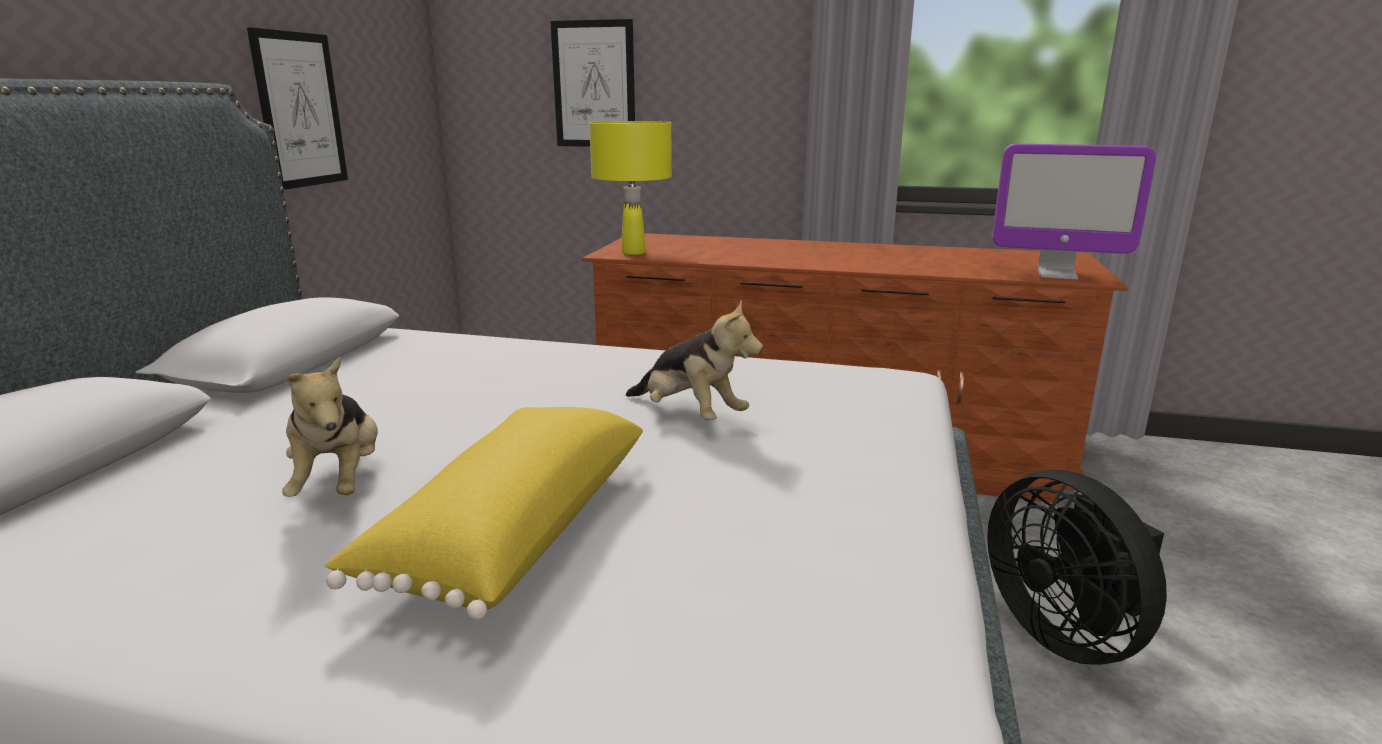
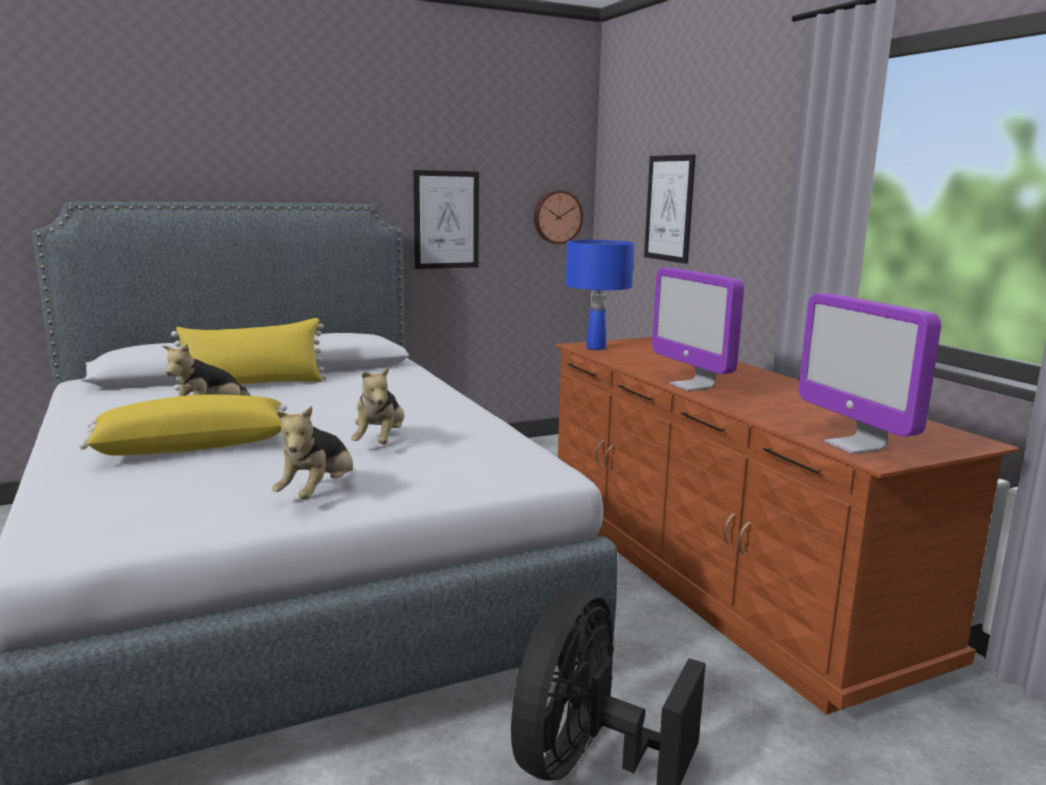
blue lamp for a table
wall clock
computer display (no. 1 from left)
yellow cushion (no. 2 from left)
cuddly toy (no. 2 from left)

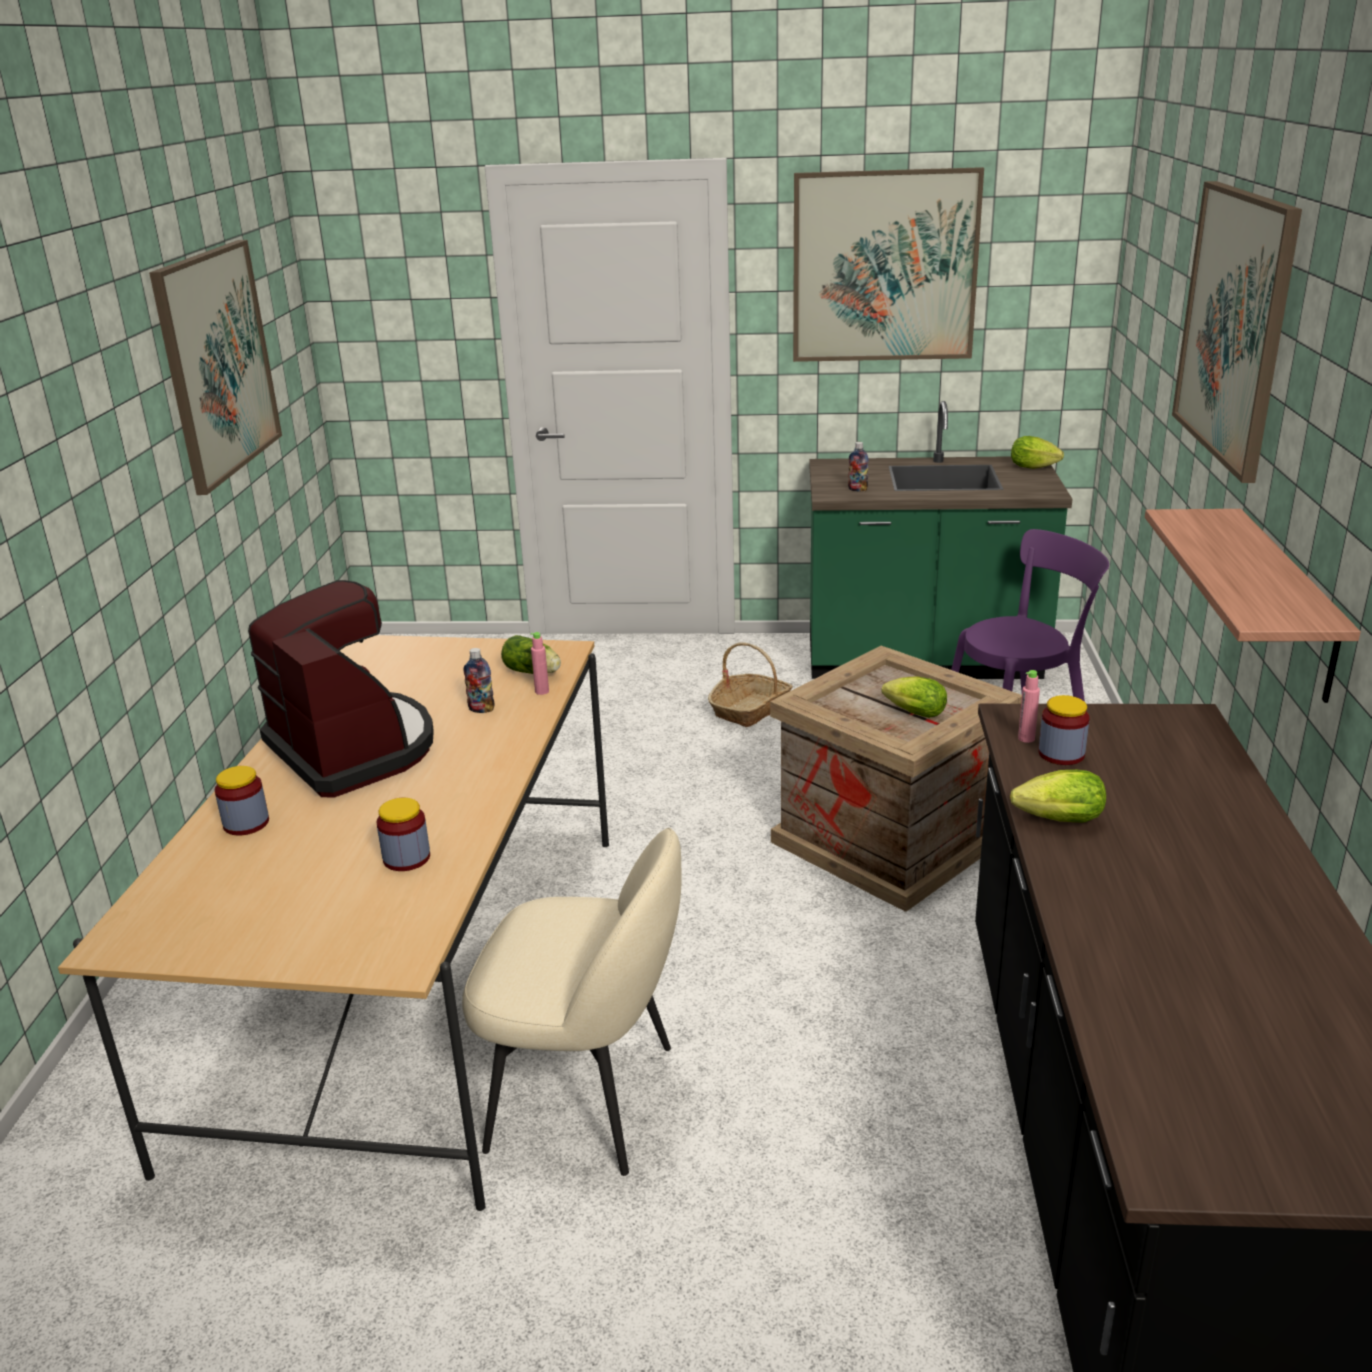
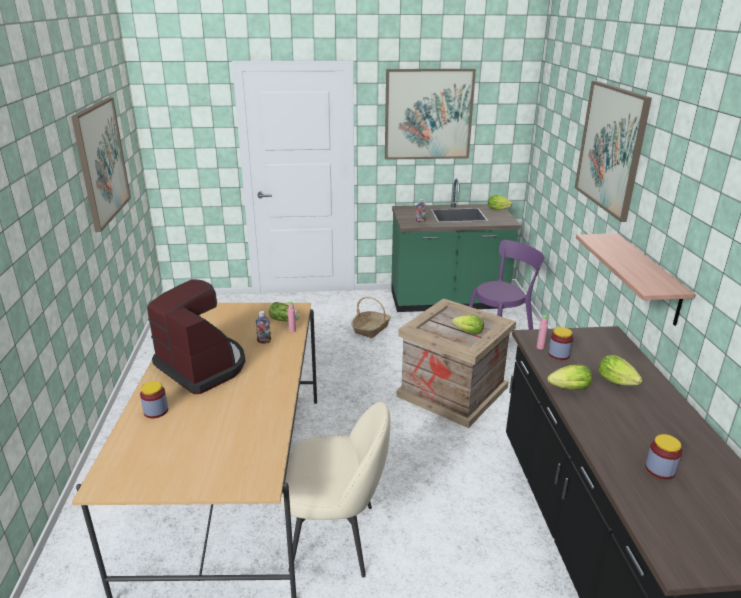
storage jar (no. 3 from left)
lettuce (no. 5 from left)

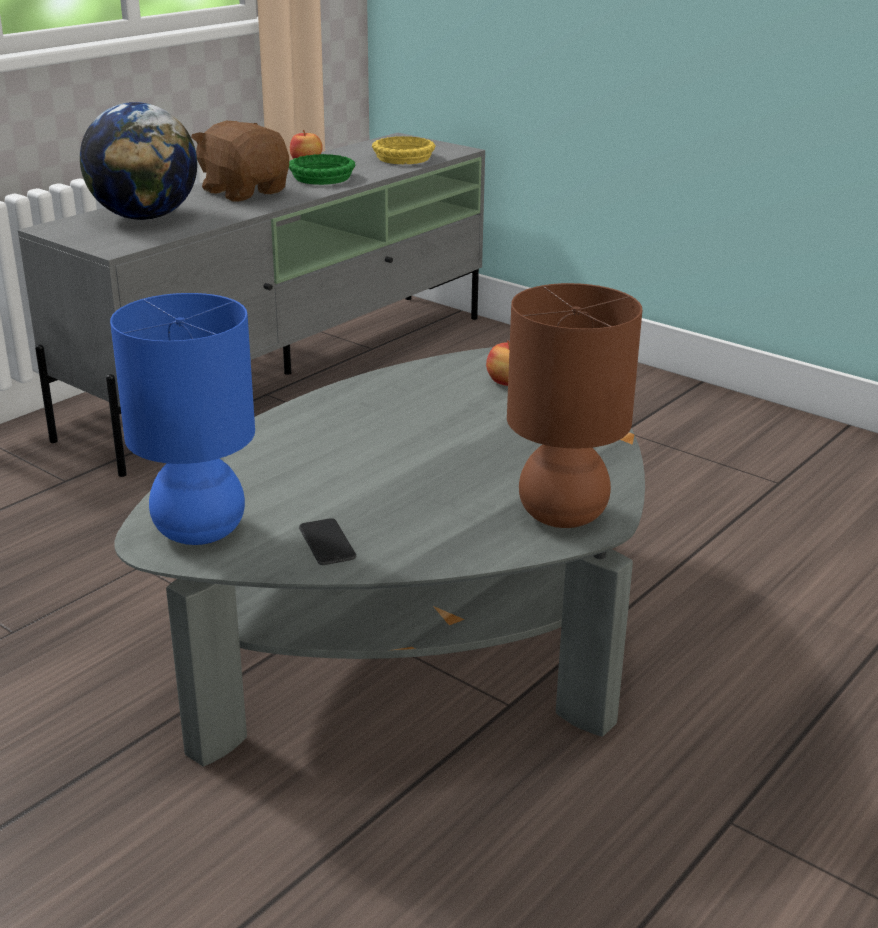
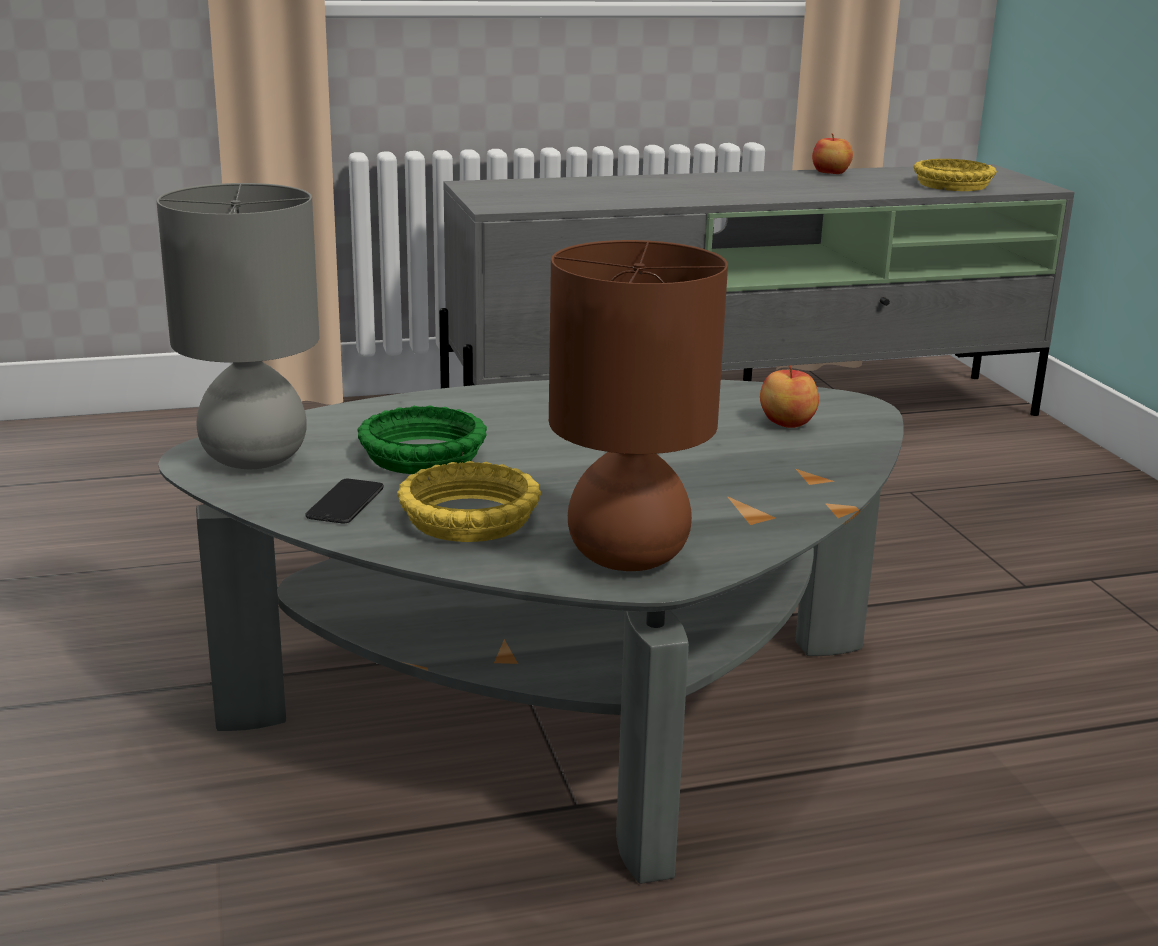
world globe
brown-coloured cuddly toy
green-coloured deep dish
greyish lamp for a table
yellow deep dish (no. 1 from left)

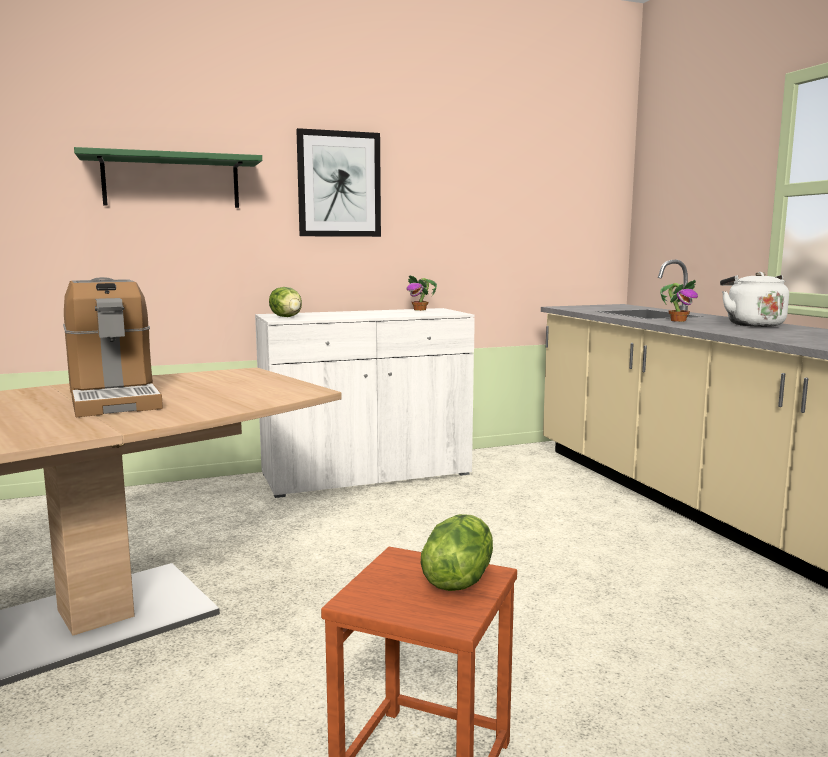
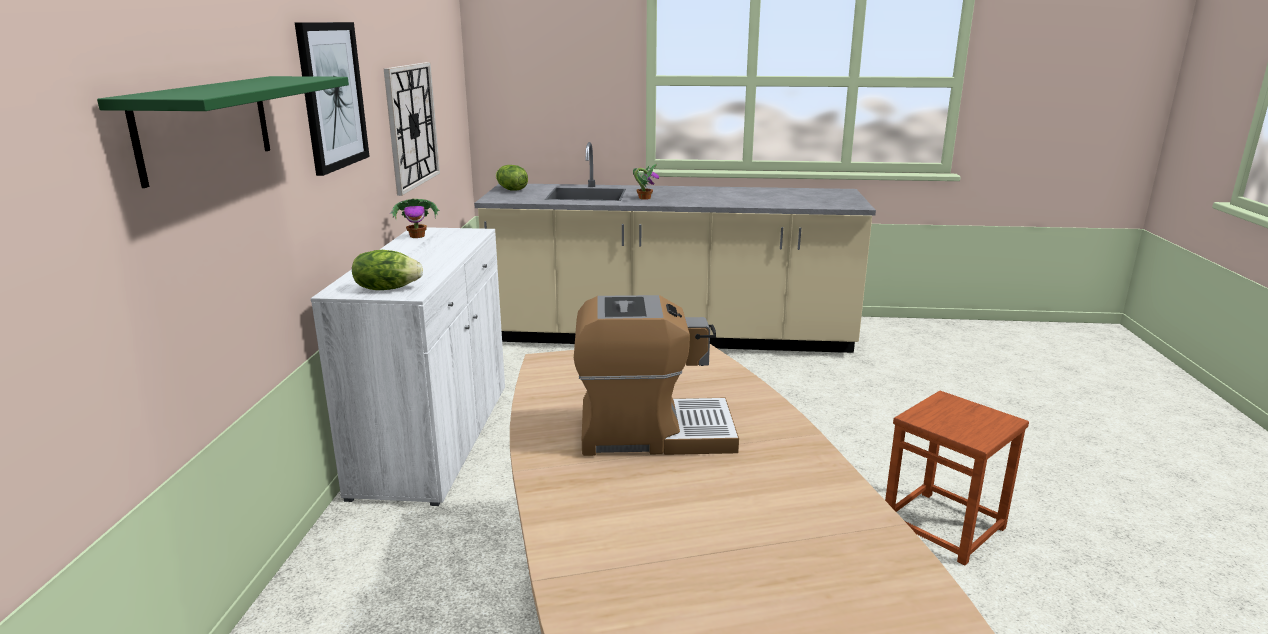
white kettle
lettuce (no. 2 from left)
wall clock

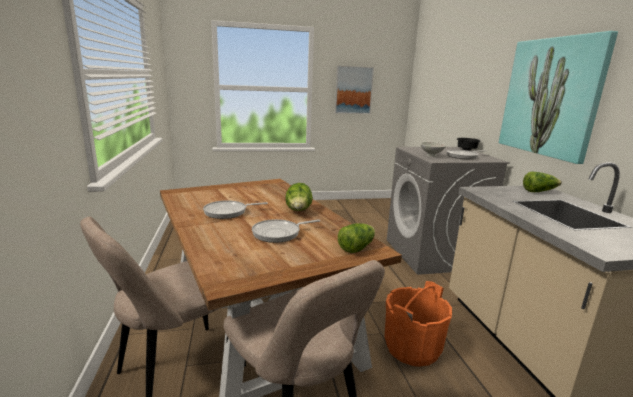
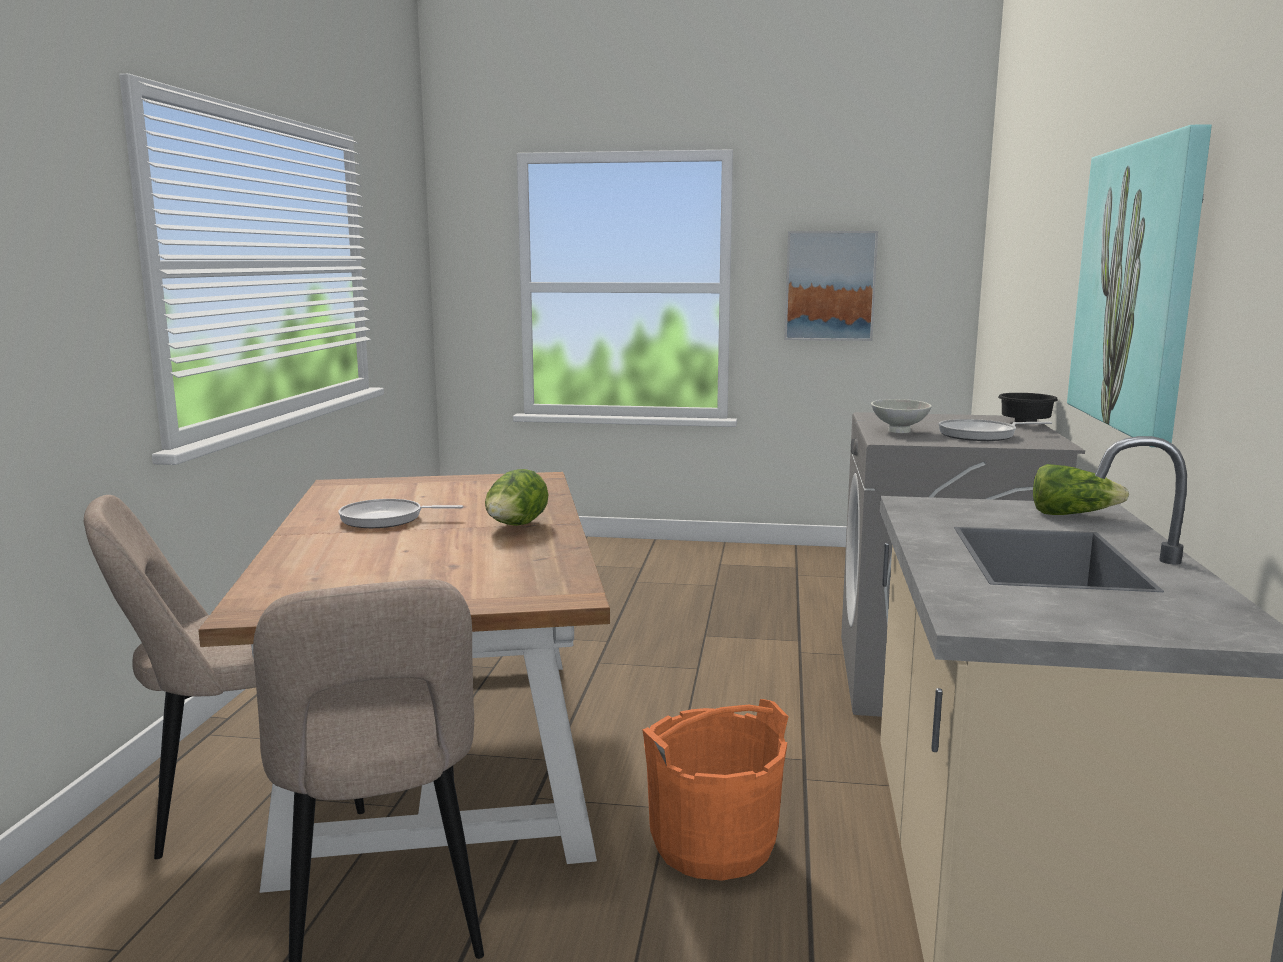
pan (no. 2 from left in the first image)
lettuce (no. 2 from left in the first image)

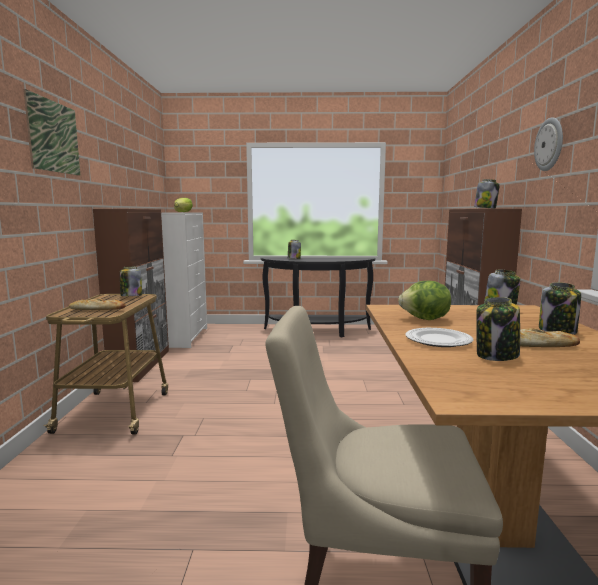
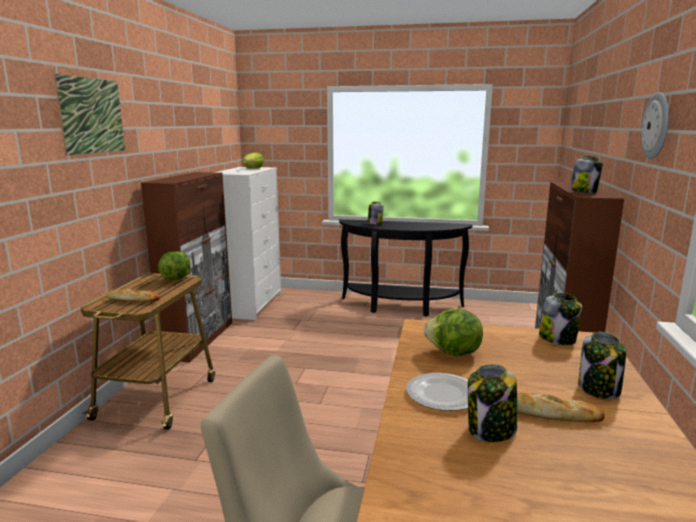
lettuce (no. 1 from left)

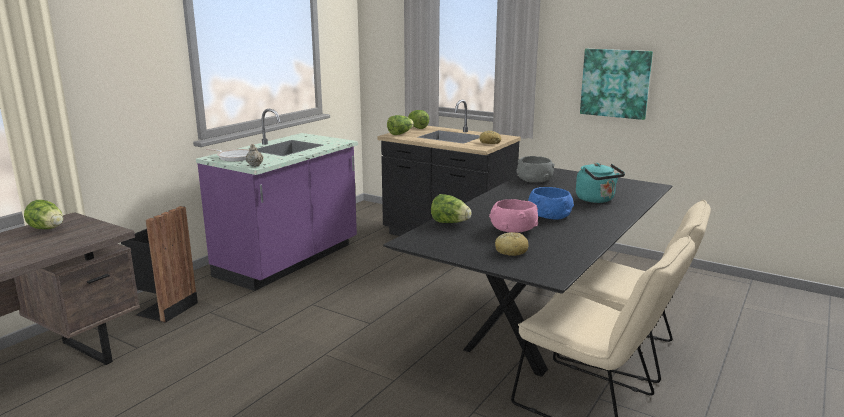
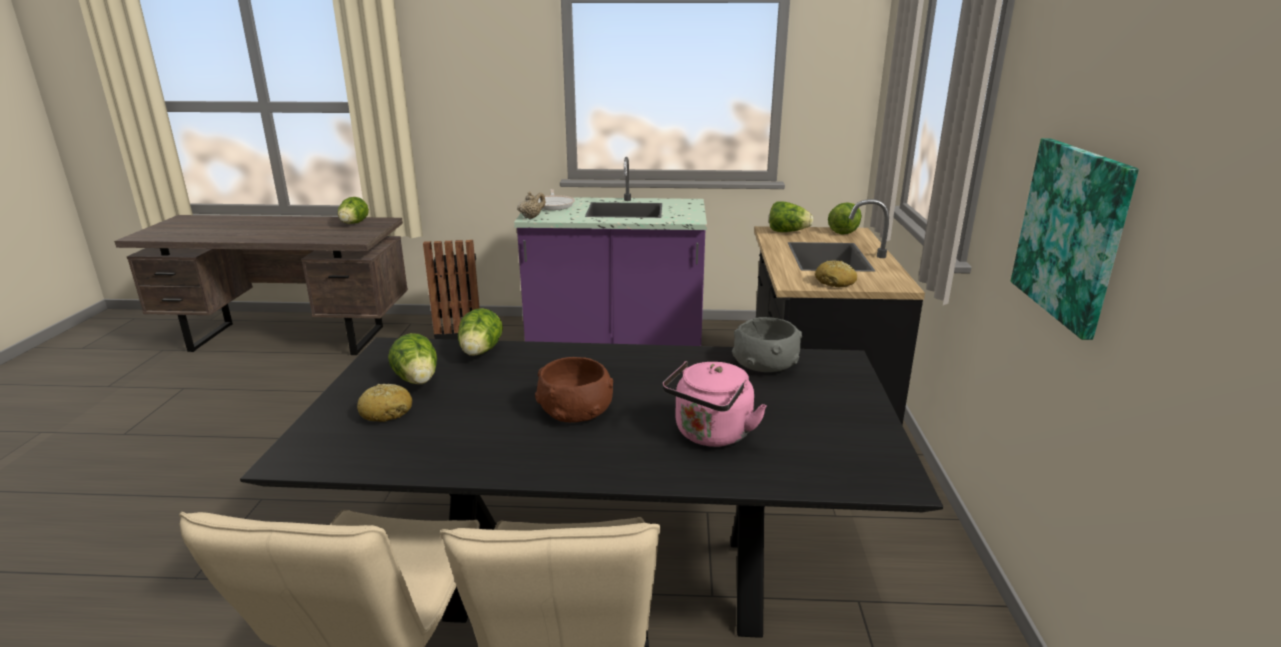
pinkish kettle
brown-coloured deep dish
pinkish deep dish
lettuce (no. 2 from left)

